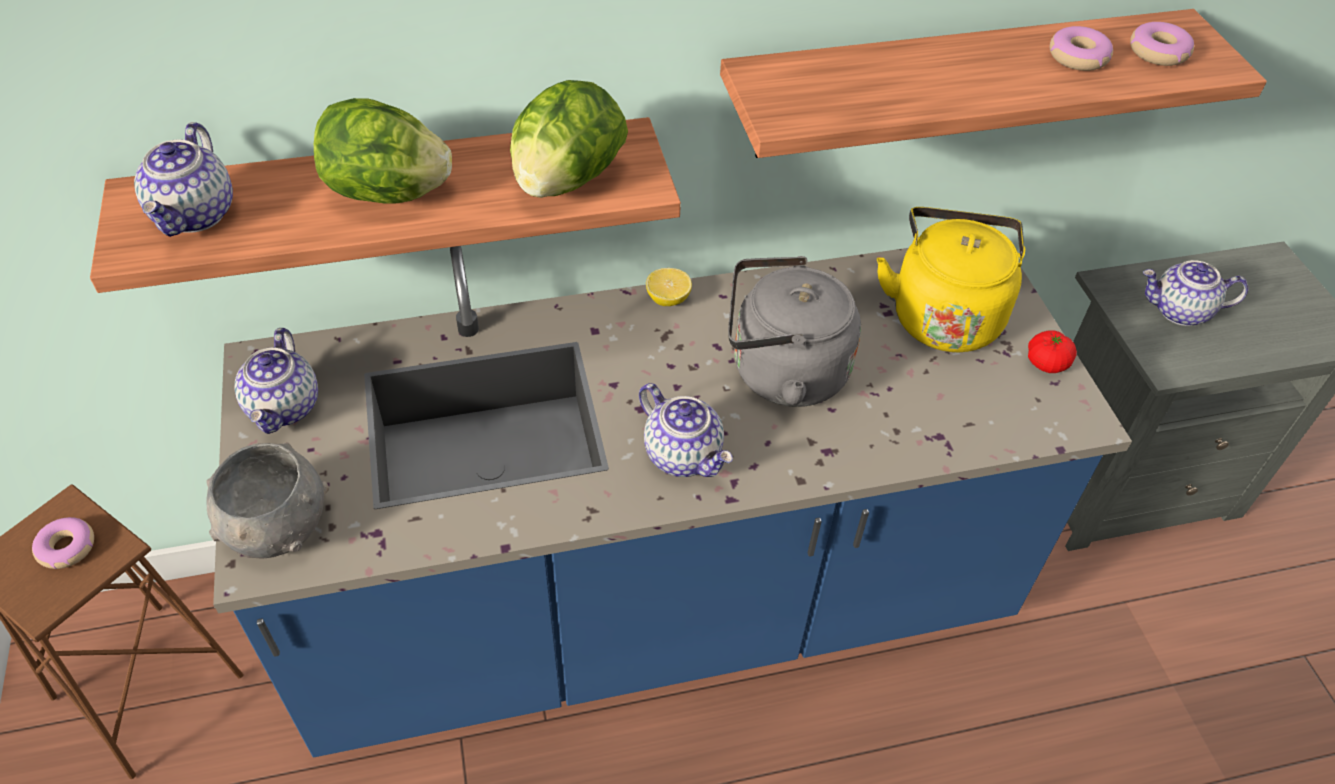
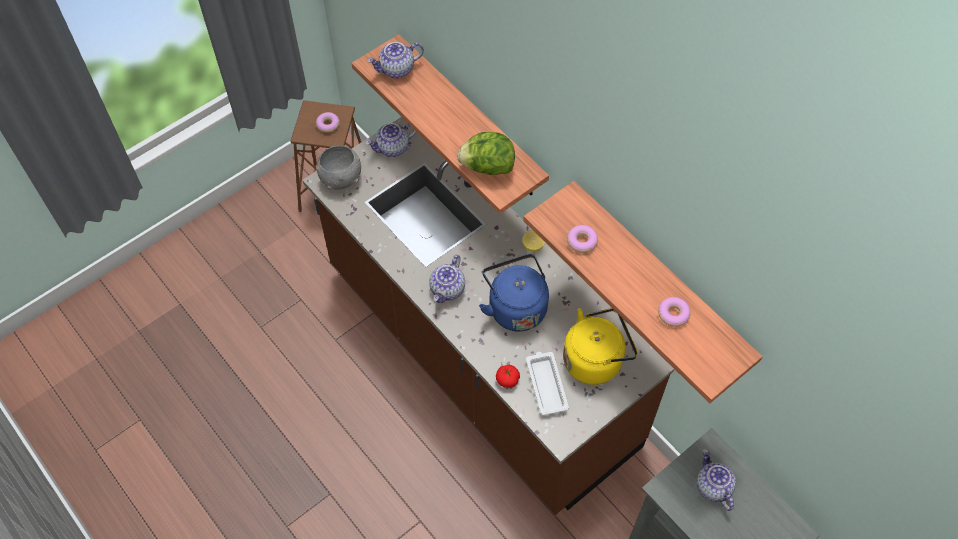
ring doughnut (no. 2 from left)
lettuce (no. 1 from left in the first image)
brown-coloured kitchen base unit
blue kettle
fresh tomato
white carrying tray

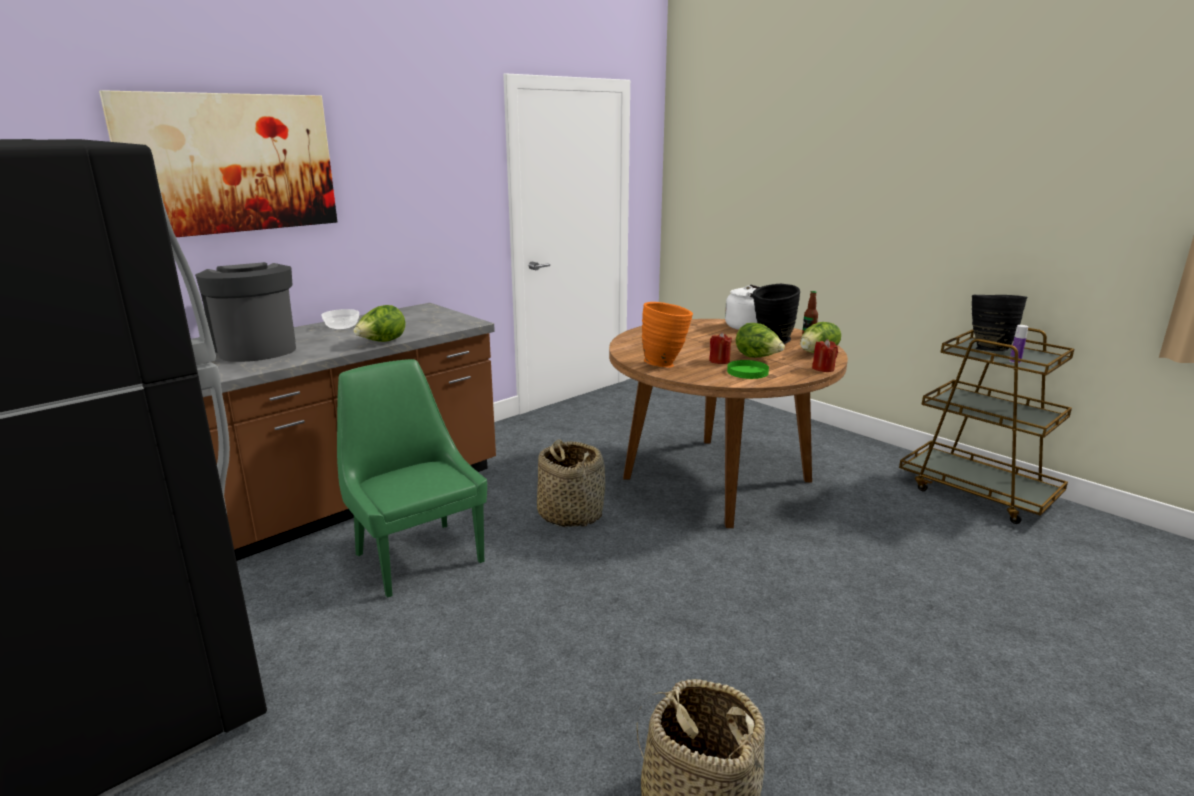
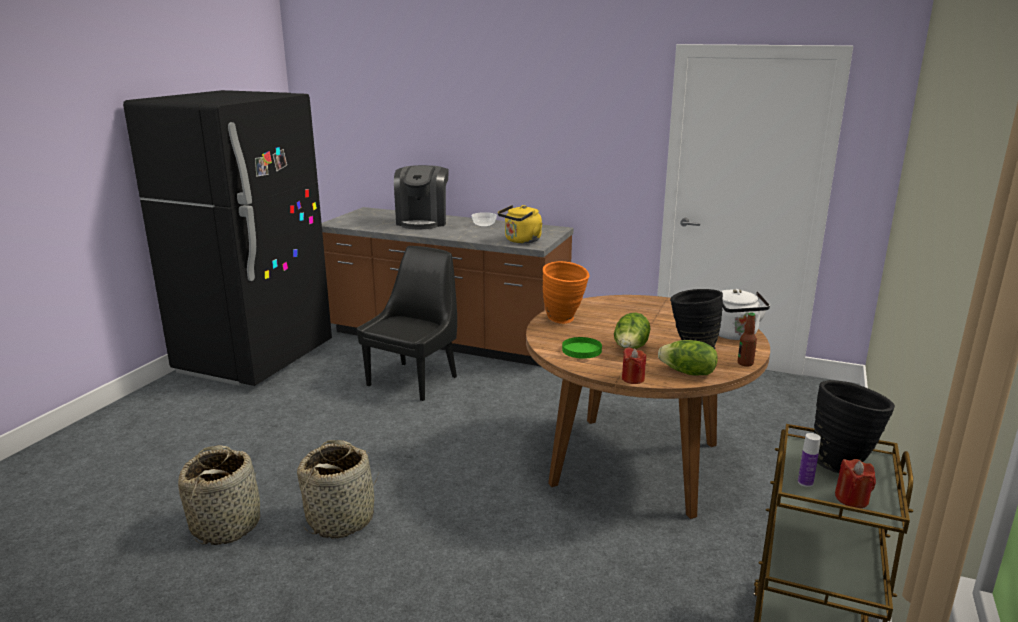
picture
coffee brewer
lettuce (no. 1 from left in the first image)
red wax light (no. 2 from left)
blackish upright chair
storage basket (no. 2 from left)
yellow kettle

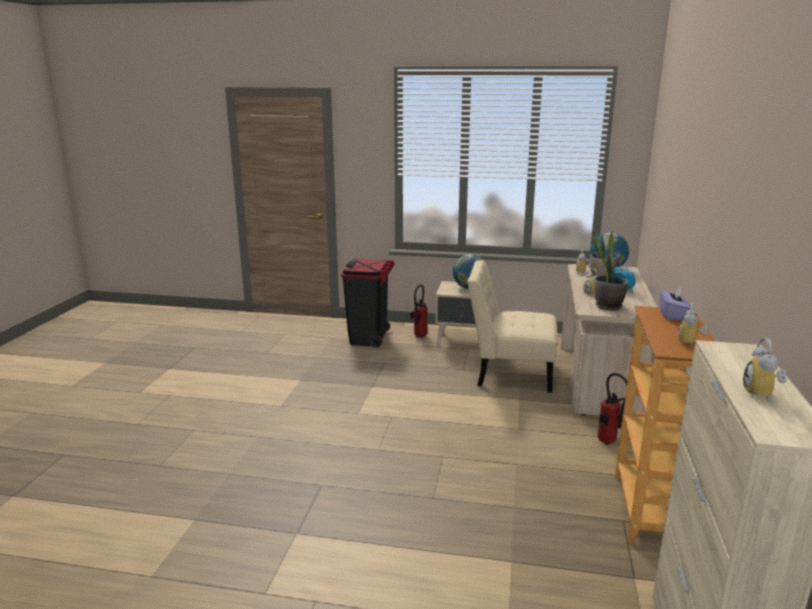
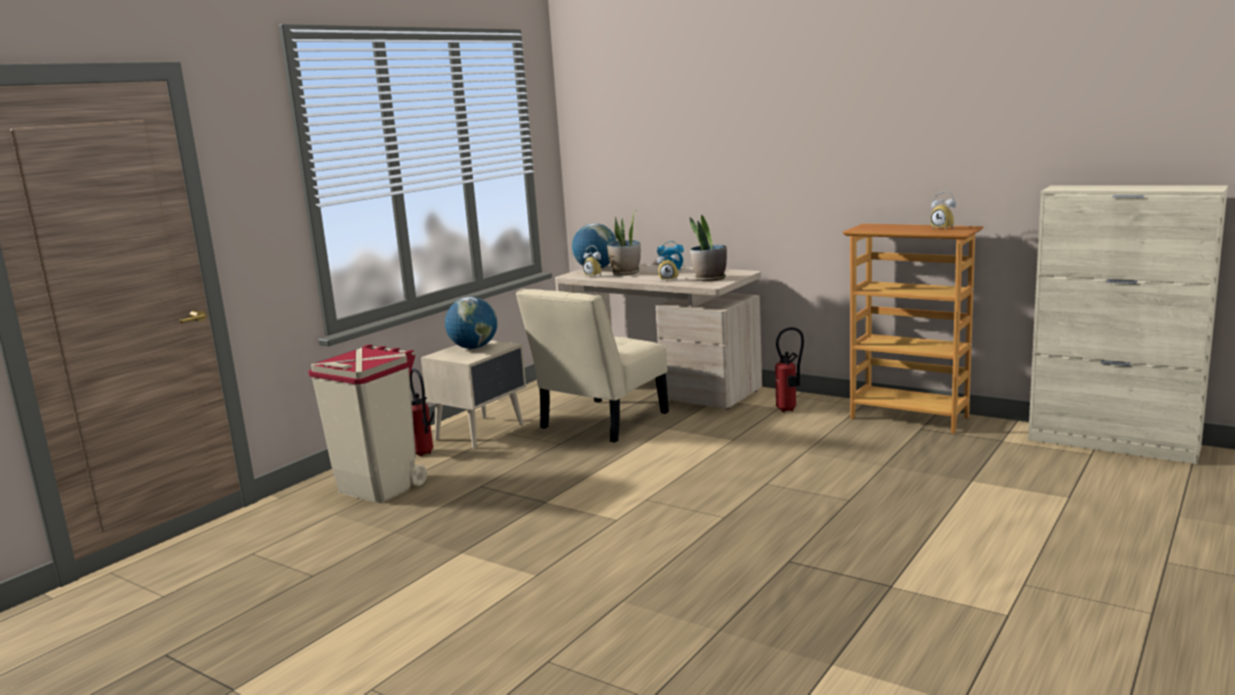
beige rubbish bin
purple-coloured tissue holder
table clock (no. 5 from left in the first image)

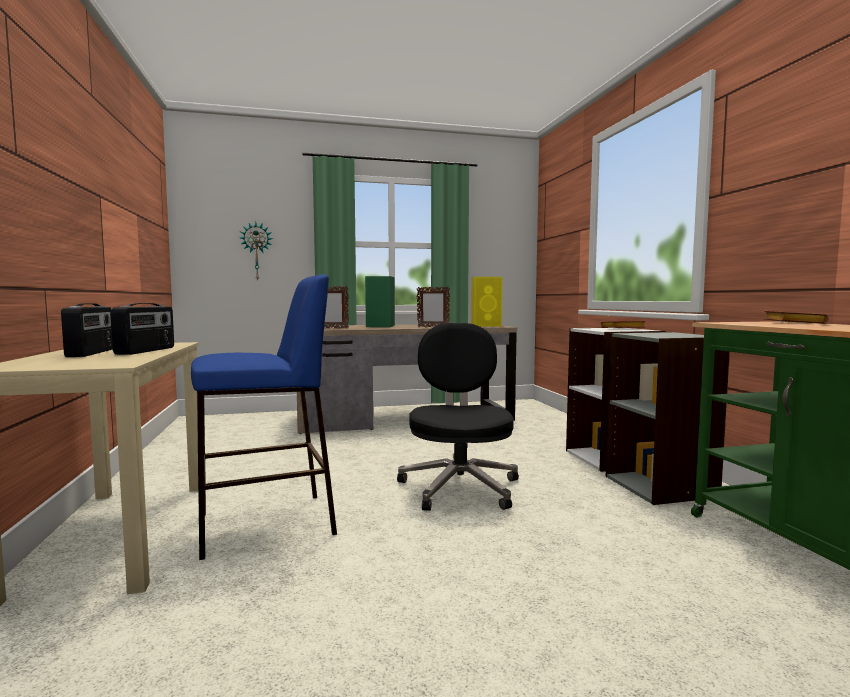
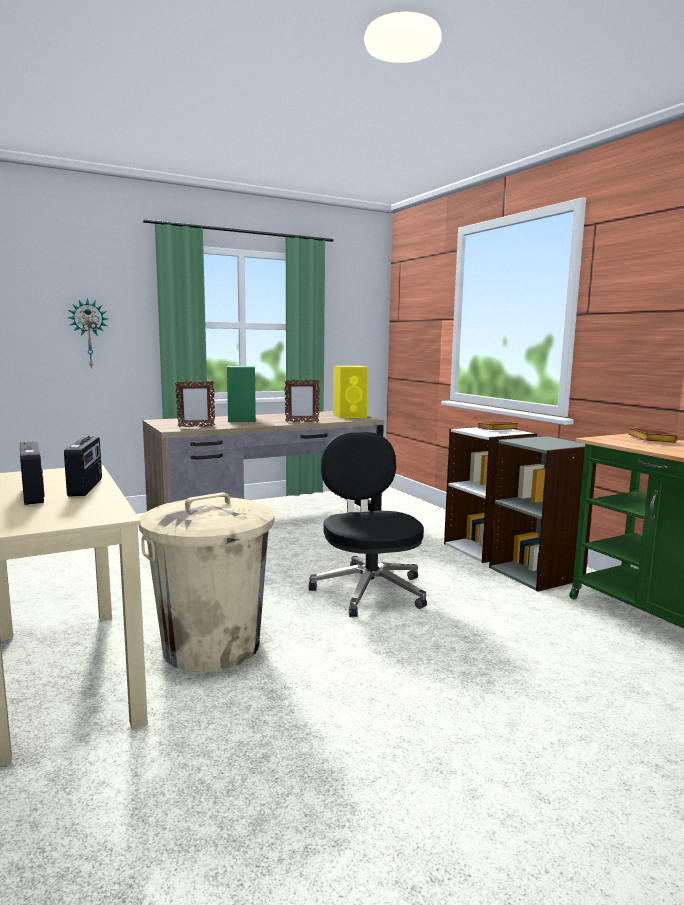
beige rubbish bin

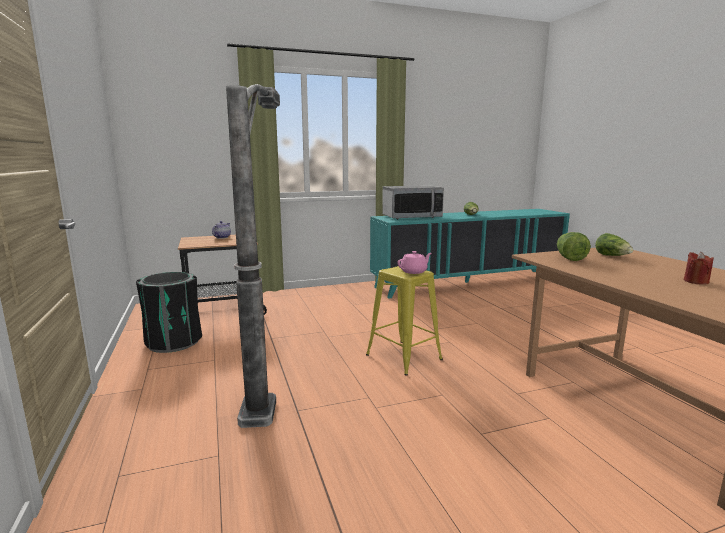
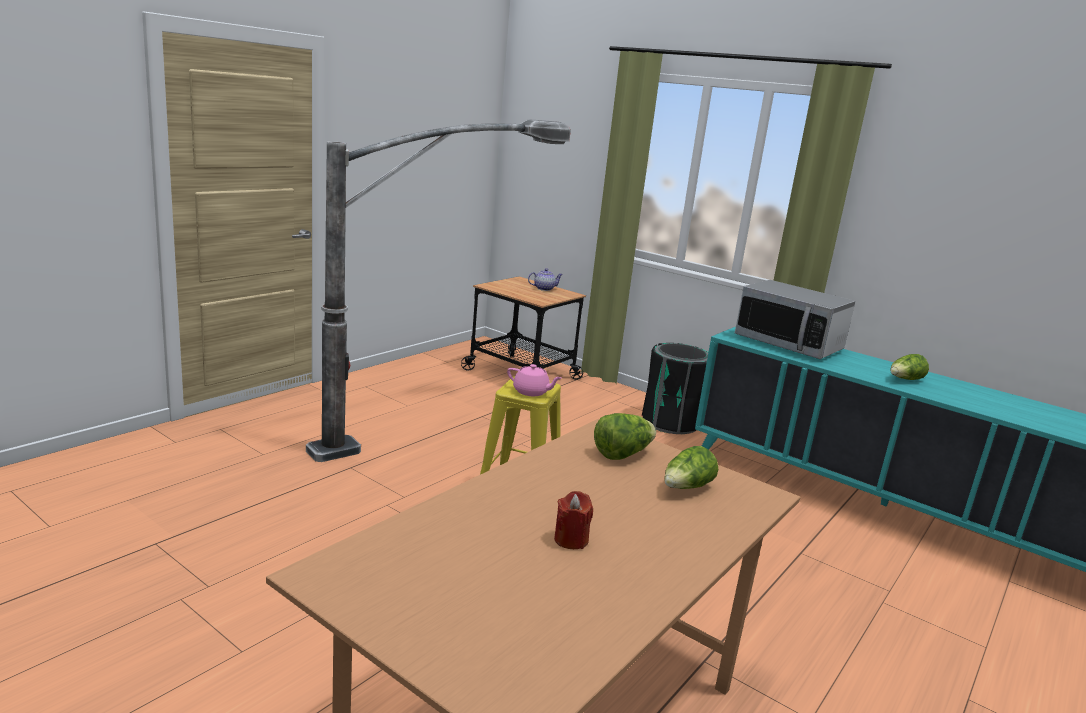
blackish rubbish bin

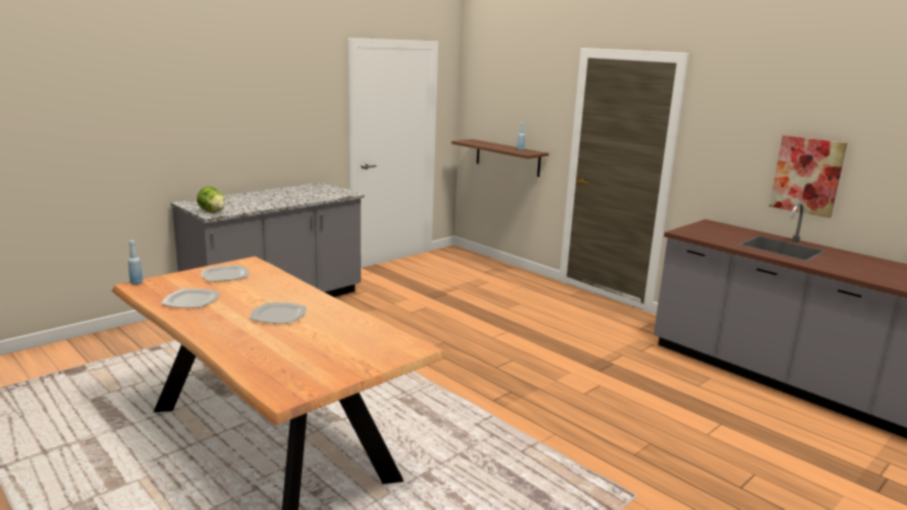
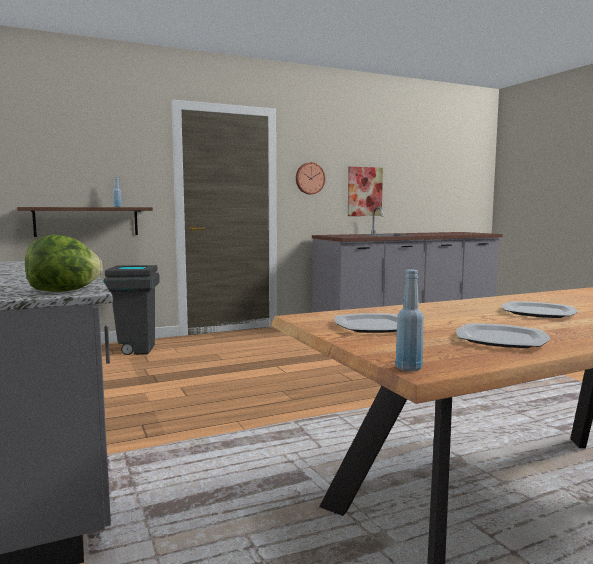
wall clock
greyish rubbish bin

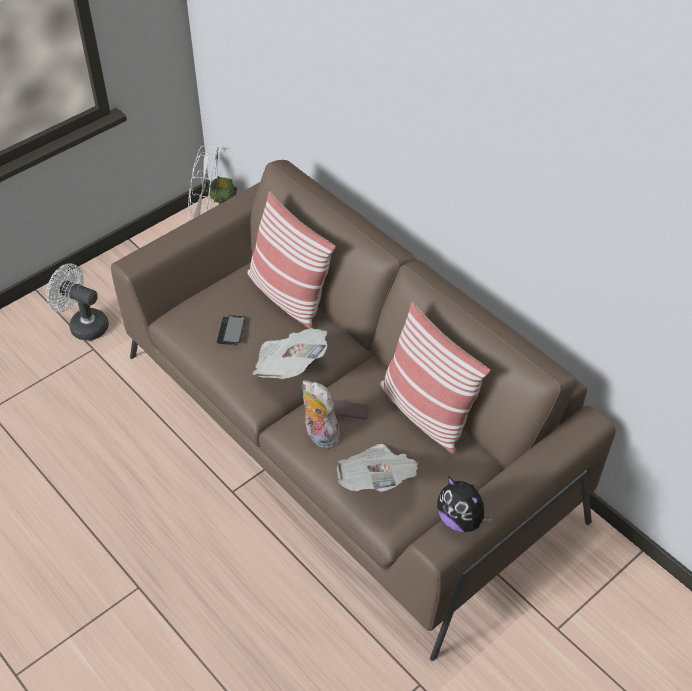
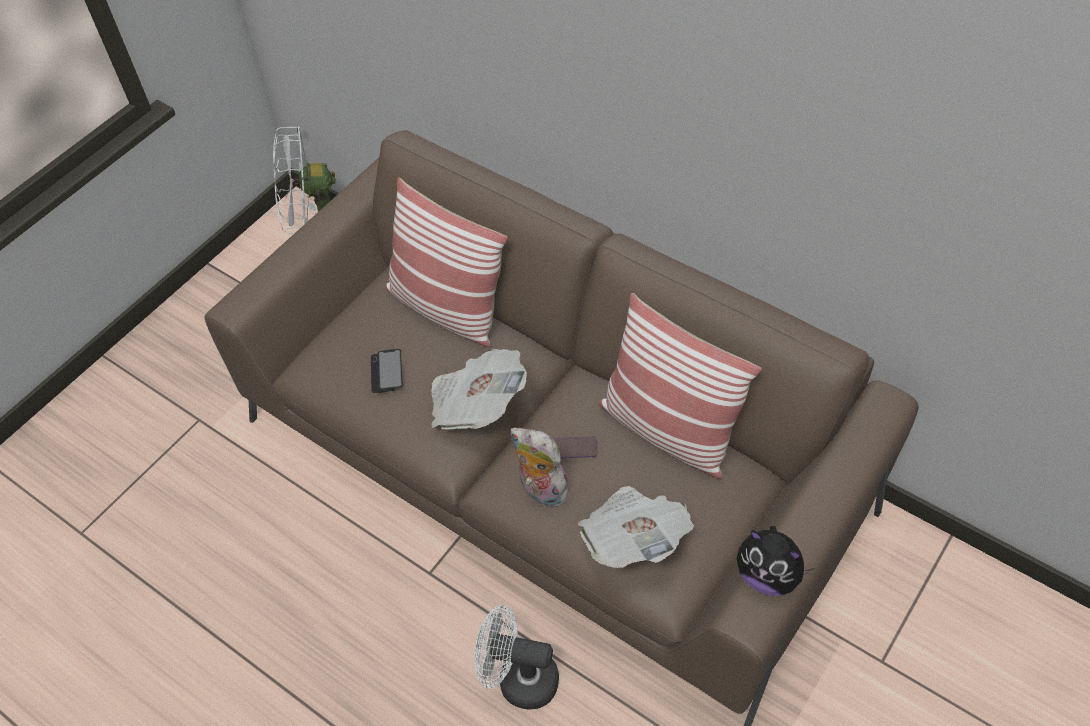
white cooling fan (no. 2 from left)

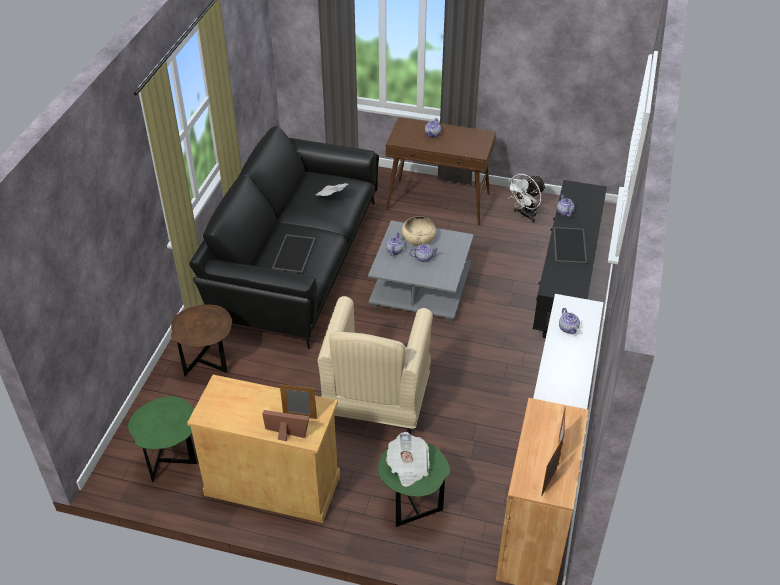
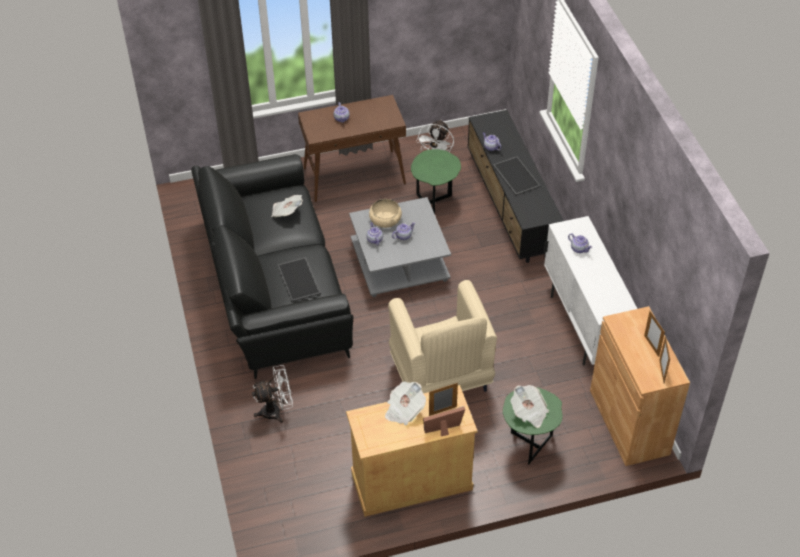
white cooling fan (no. 1 from left)
green-coloured side table (no. 1 from left)
daily paper (no. 2 from left)

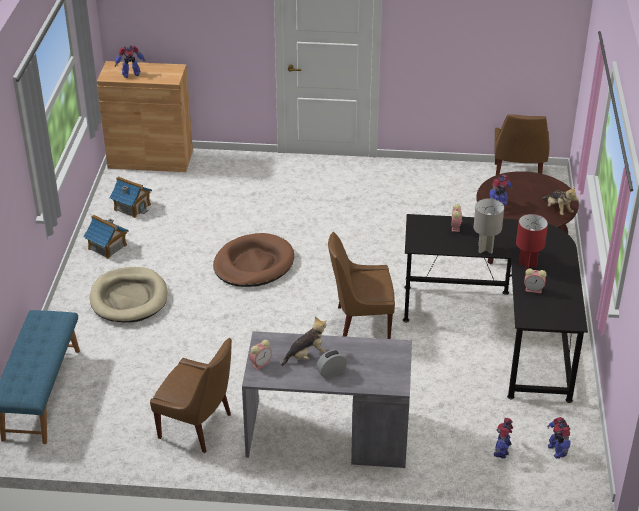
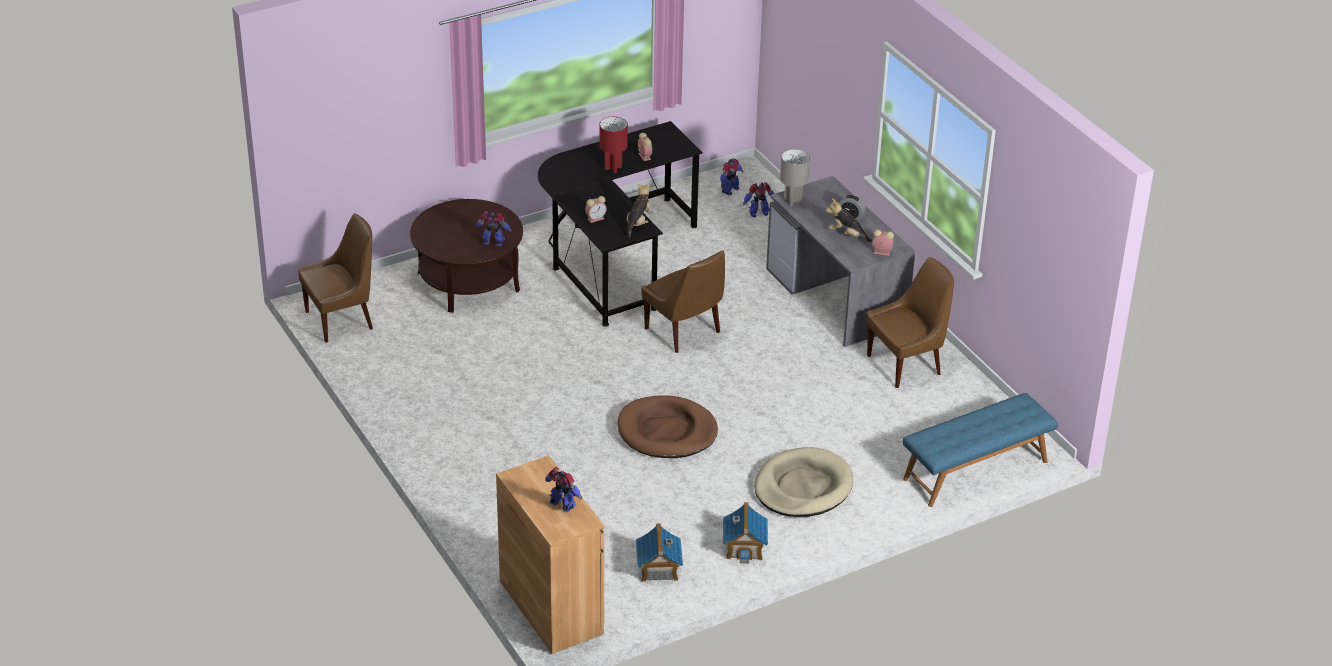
cuddly toy (no. 1 from left)
greyish lamp for a table
brown-coloured upright chair (no. 3 from left)

